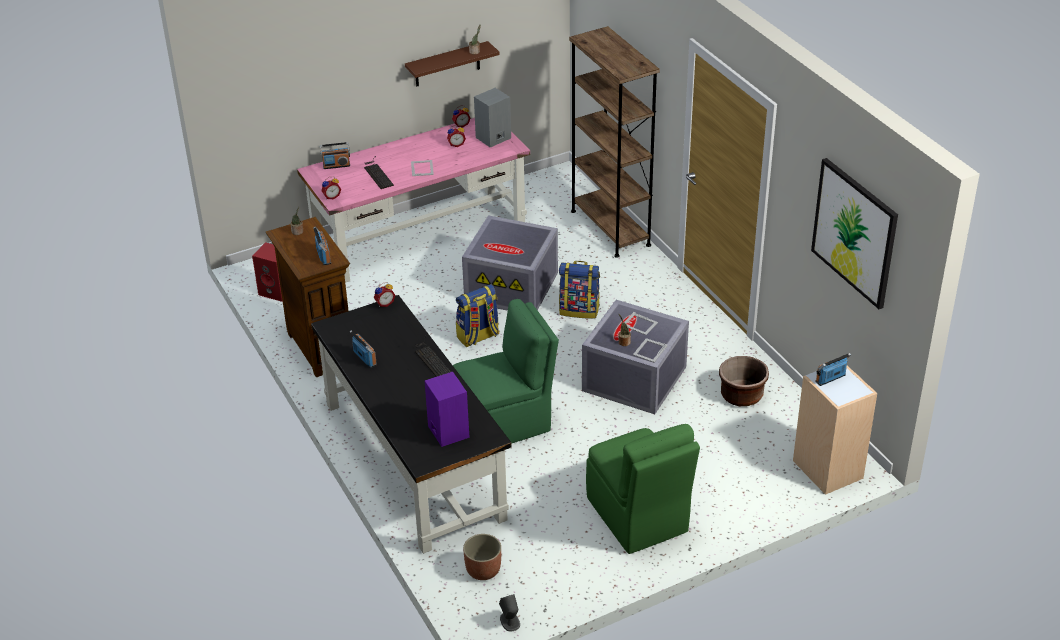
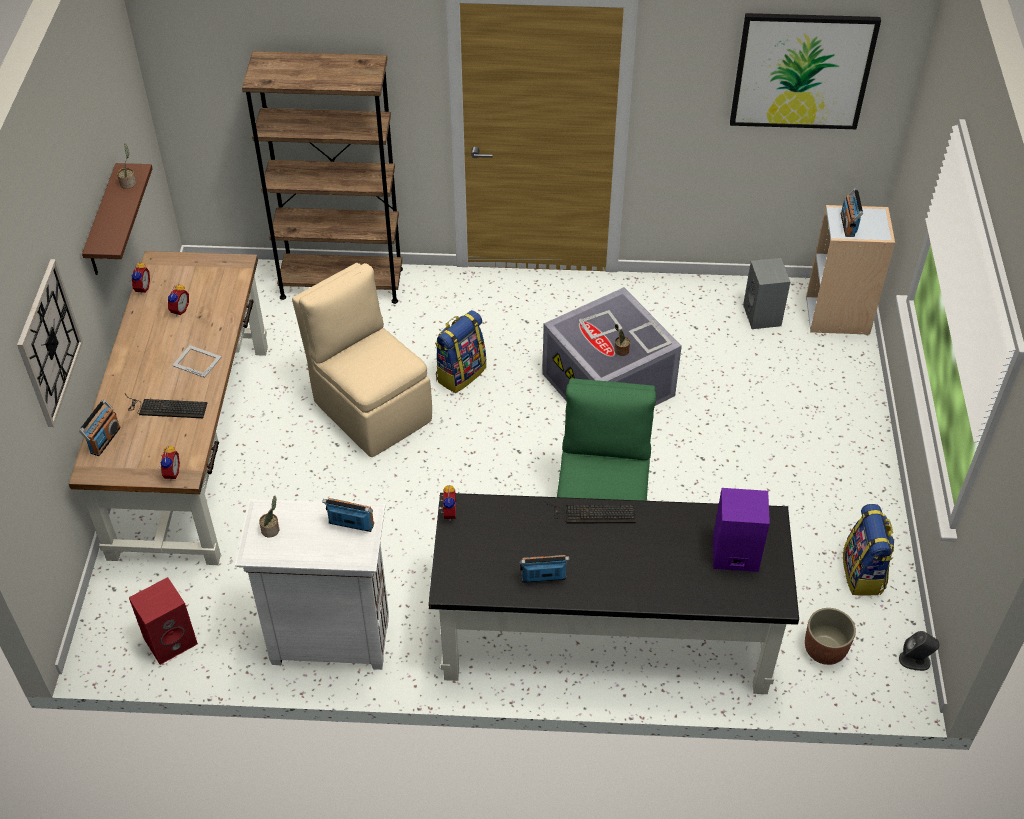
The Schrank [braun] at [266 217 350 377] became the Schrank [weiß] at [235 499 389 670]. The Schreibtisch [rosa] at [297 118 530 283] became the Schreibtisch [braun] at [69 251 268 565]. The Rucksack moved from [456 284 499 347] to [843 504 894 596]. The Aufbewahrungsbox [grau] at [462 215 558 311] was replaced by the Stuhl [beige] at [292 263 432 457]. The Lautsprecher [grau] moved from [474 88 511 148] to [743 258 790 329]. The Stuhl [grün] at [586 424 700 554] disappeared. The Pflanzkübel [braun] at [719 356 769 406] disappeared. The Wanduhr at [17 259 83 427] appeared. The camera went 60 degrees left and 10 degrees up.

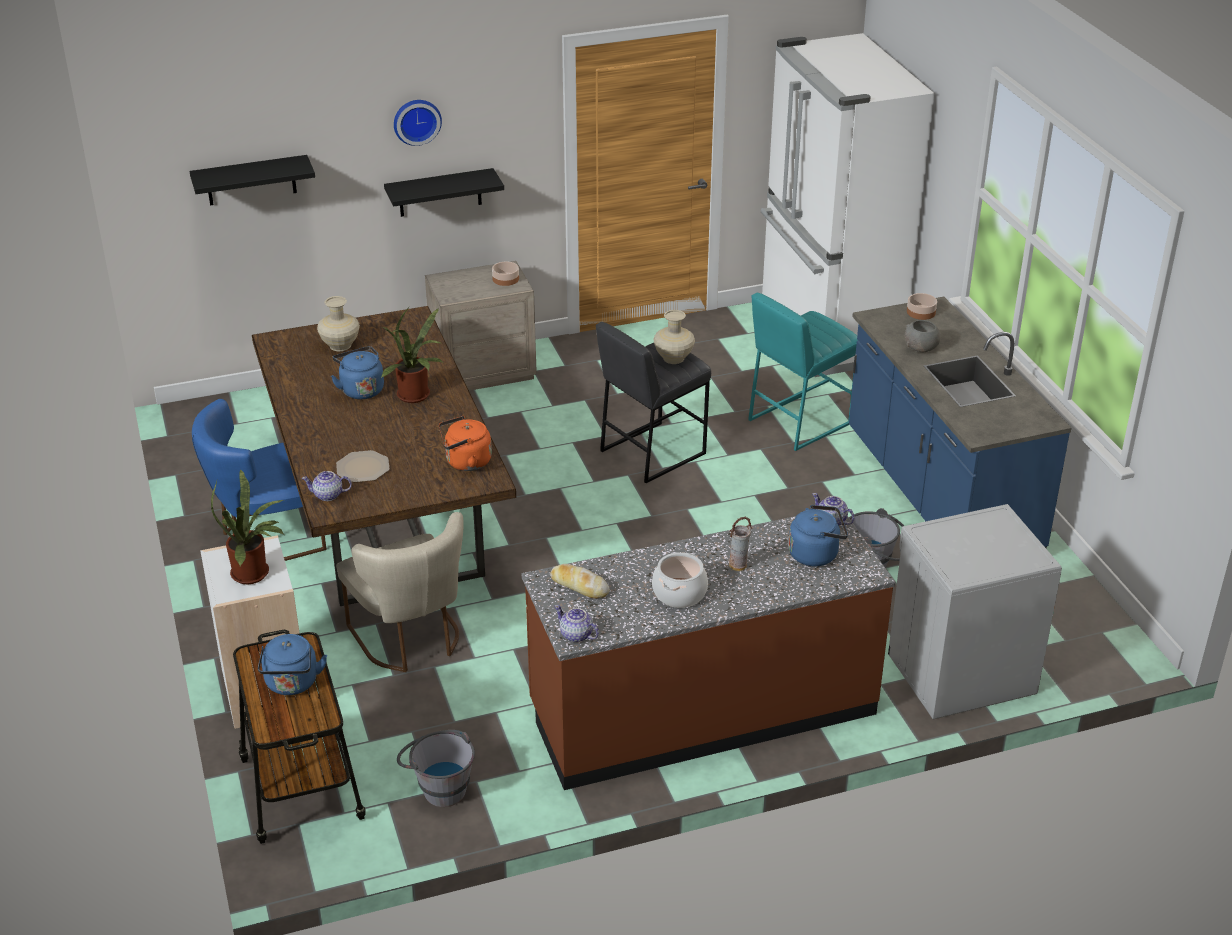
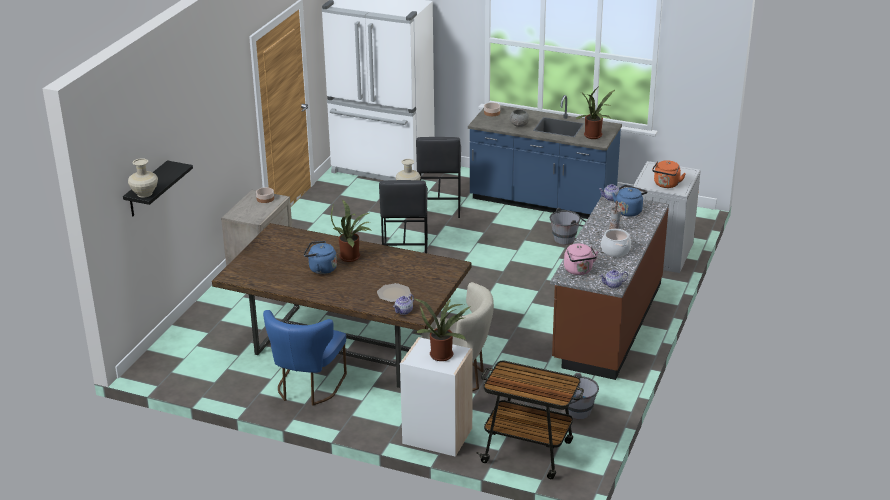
The Wasserkessel [blau] at [258 634 327 695] disappeared. The Vase [beige] moved from [317 296 360 351] to [128 158 158 197]. The Wandregal [schwarz] at [384 168 504 217] disappeared. The Wanduhr at [394 100 442 146] disappeared. The Wasserkessel [orange] moved from [439 416 492 471] to [652 160 686 188]. The Brot at [550 564 610 599] was replaced by the Wasserkessel [rosa] at [564 243 598 275]. The Hocker [türkis] at [748 293 858 451] became the Hocker [grau] at [416 137 461 218]. The Topfpflanze at [575 86 615 139] appeared. The camera went 50 degrees left and 5 degrees down.

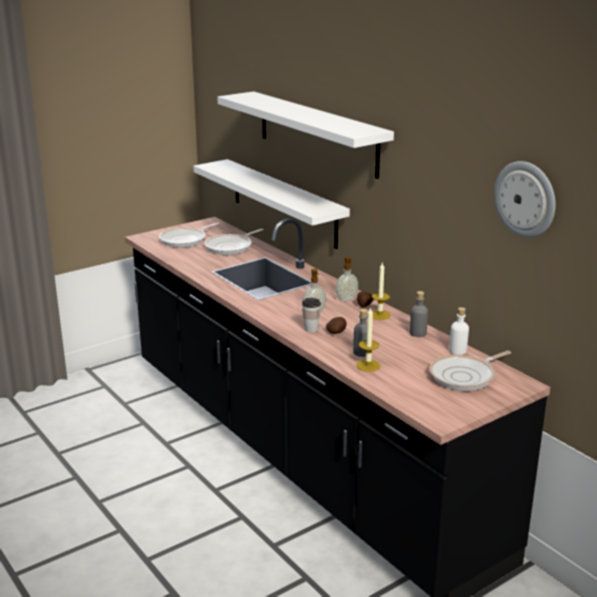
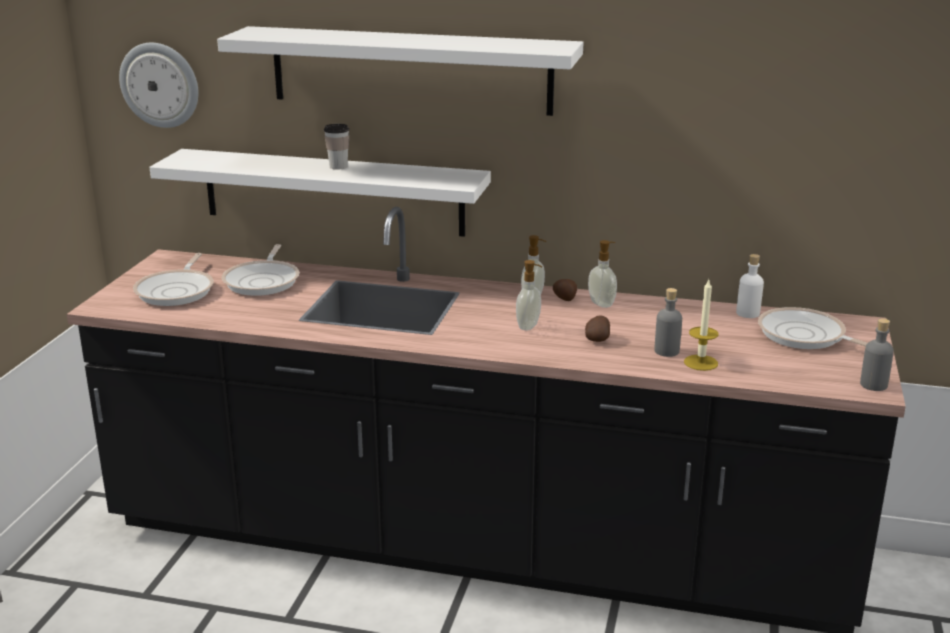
The Tasse moved from [302 298 321 332] to [324 124 349 170]. The Kerze at [372 263 391 320] was replaced by the Seifenspender at [588 240 617 308]. The Flasche [grau] moved from [410 291 428 337] to [860 318 894 391]. The Pfanne at [429 350 511 391] turned 120 degrees clockwise. The Wanduhr moved from [494 161 556 238] to [119 43 199 128]. The camera went 40 degrees left and 0 degrees up.

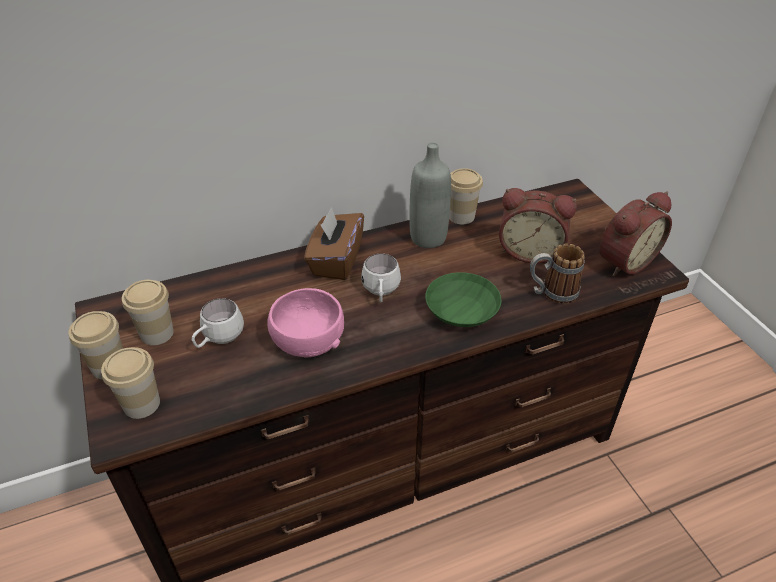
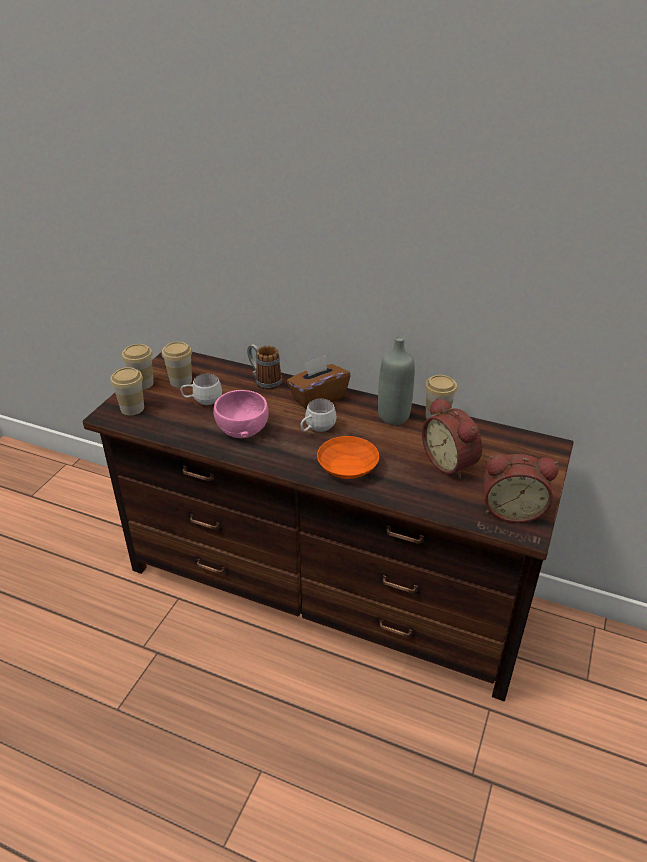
The Schüssel [grün] at [425 272 502 327] became the Schüssel [orange] at [317 436 379 479]. The Henkelbecher moved from [530 244 585 304] to [247 344 282 390]. The camera went 45 degrees right and 5 degrees down.

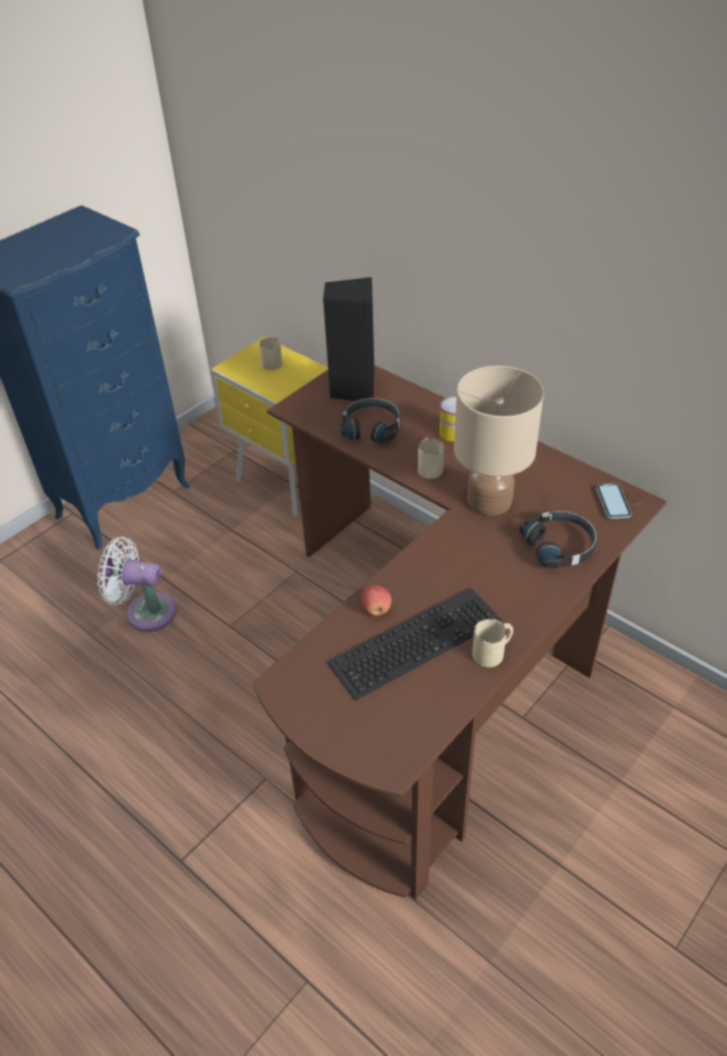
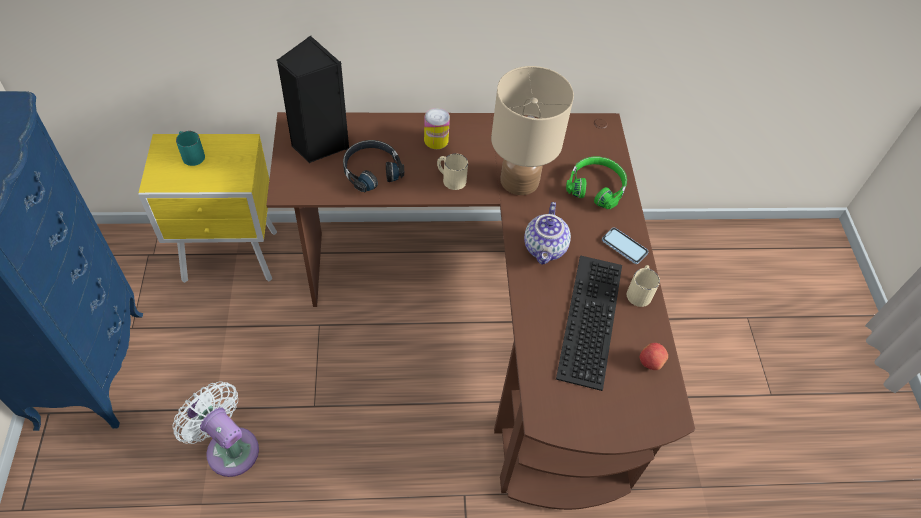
The Ventilator [weiß] at [97 537 177 632] turned 75 degrees clockwise. The Henkelbecher [beige] at [259 337 283 370] became the Henkelbecher [türkis] at [176 131 205 166]. The Apfel moved from [361 585 392 616] to [640 343 668 370]. The Kopfhörer [schwarz] at [520 510 597 568] became the Kopfhörer [grün] at [566 156 627 210]. The Handy moved from [596 483 632 519] to [602 228 648 264]. The Teekanne at [524 202 571 264] appeared. The camera went 50 degrees left and 10 degrees up.

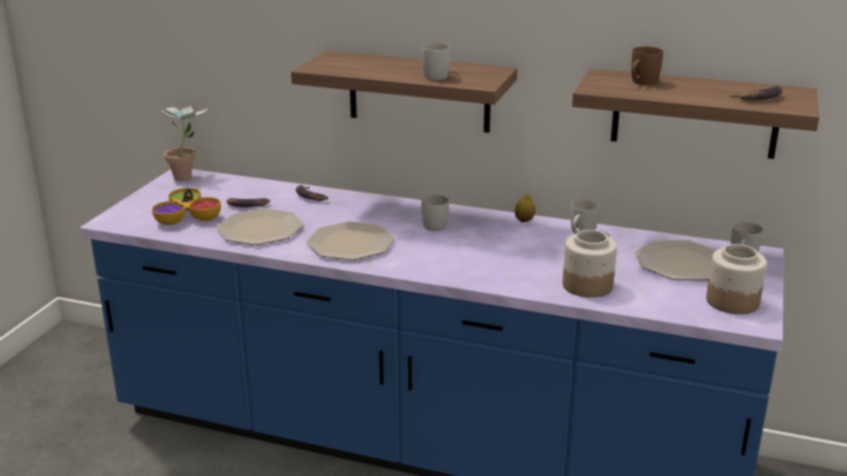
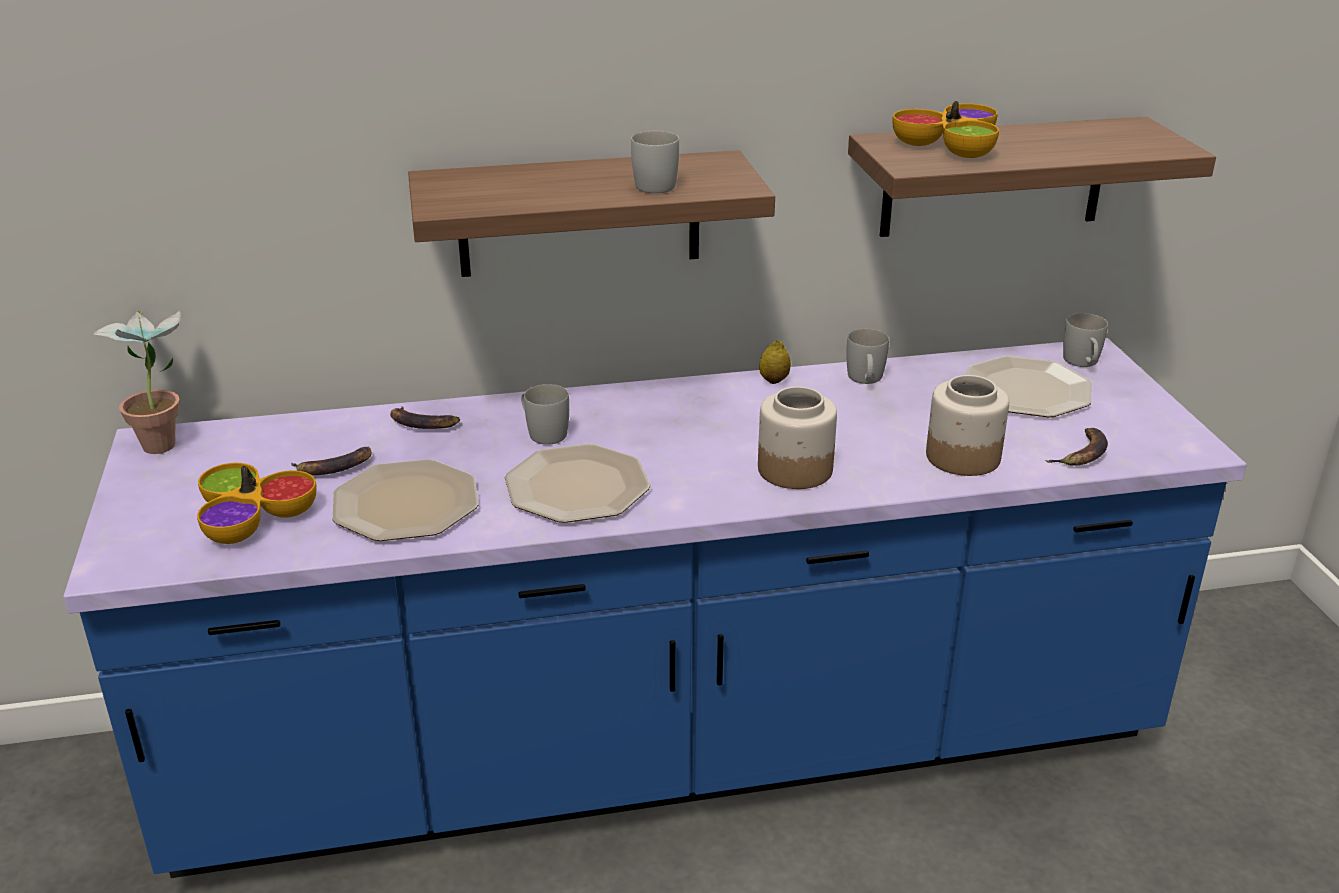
The Henkelbecher [weiß] moved from [421 195 449 231] to [521 384 569 445]. The Henkelbecher [braun] at [631 47 663 85] was replaced by the Schüssel at [892 101 999 158]. The Vorratsglas moved from [706 244 767 314] to [758 386 837 489]. The Banane moved from [728 86 783 100] to [1045 428 1108 466]. The camera went 30 degrees left and 5 degrees up.

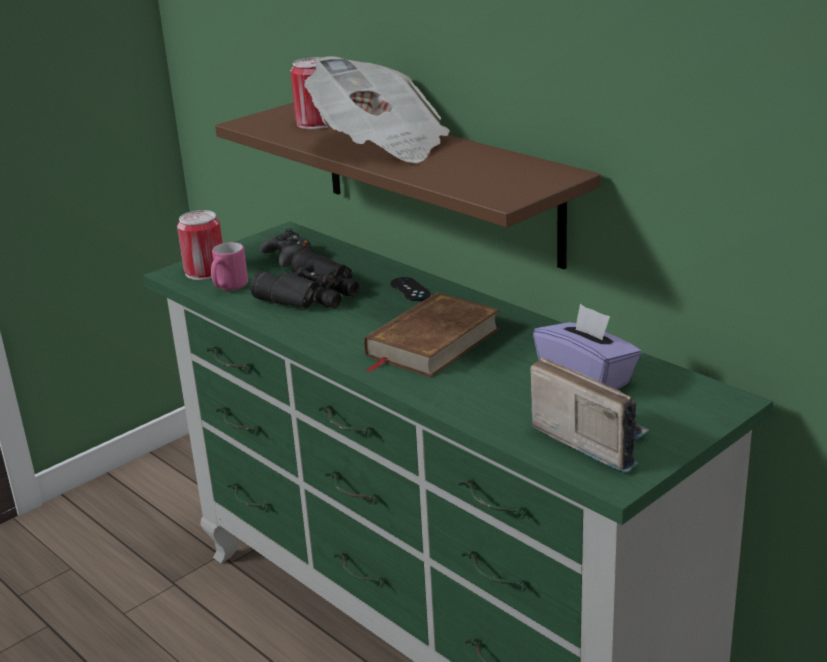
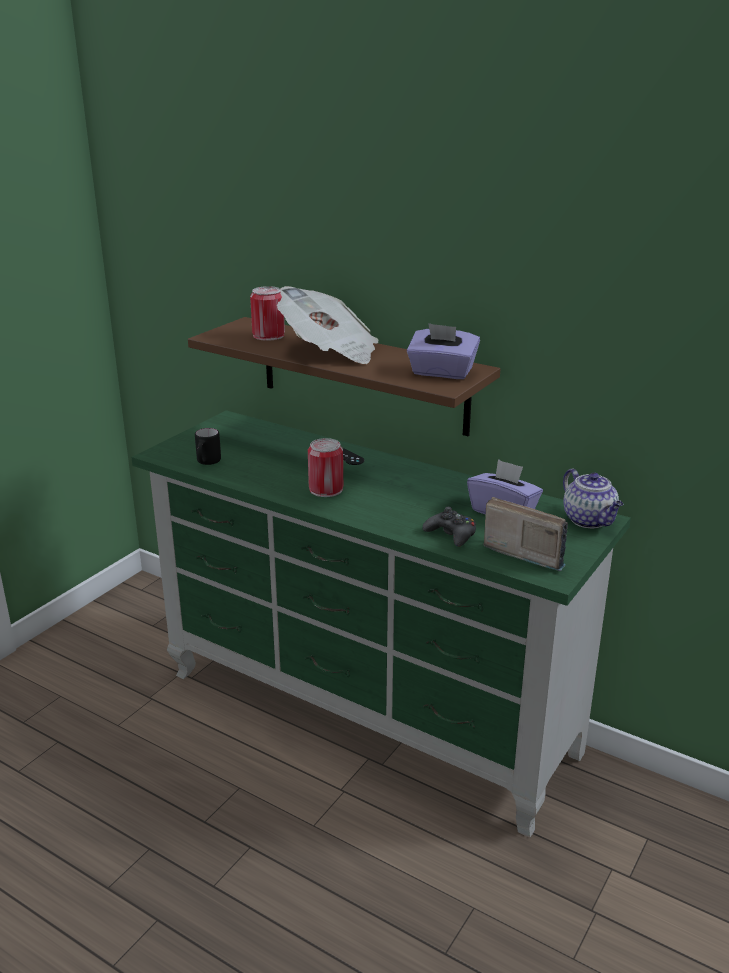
The Dose moved from [177 210 222 280] to [308 438 343 497]. The Henkelbecher [rosa] at [211 242 248 290] became the Henkelbecher [schwarz] at [195 428 221 465]. The Fernglas [schwarz] at [250 248 359 309] disappeared. The Gamepad [schwarz] moved from [260 228 311 267] to [422 507 476 547]. The Buch [braun] at [364 292 500 378] disappeared. The Taschentuchbox [lila] at [407 323 480 379] appeared. The Teekanne at [563 469 623 528] appeared. The camera went 15 degrees left and 0 degrees up.

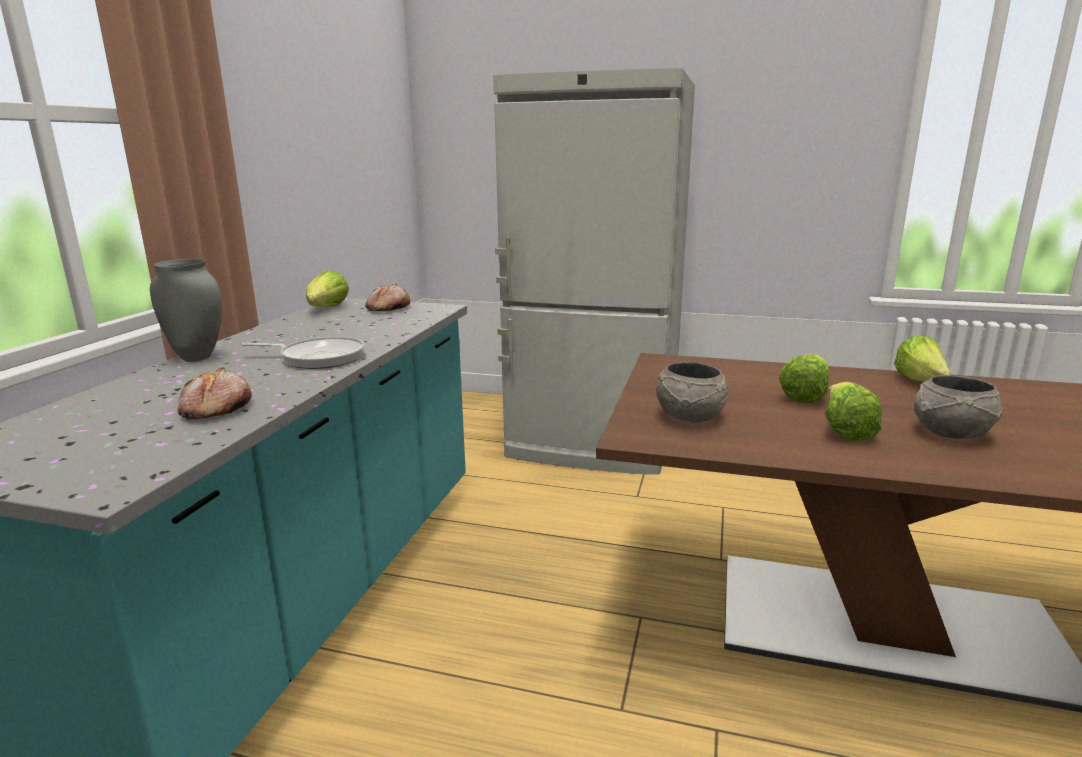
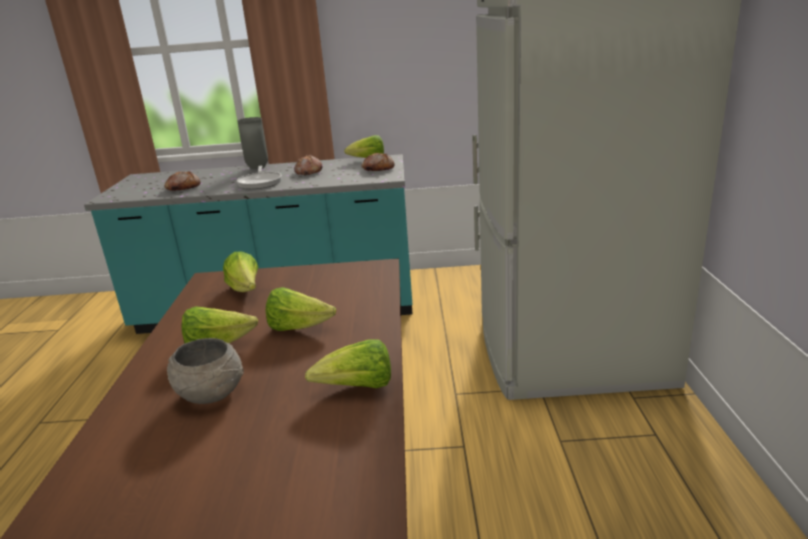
The Schüssel [grau] at [656 362 728 422] was replaced by the Salatkopf at [223 252 258 292]. The Brot at [294 155 322 175] appeared. The camera went 75 degrees right and 5 degrees up.

